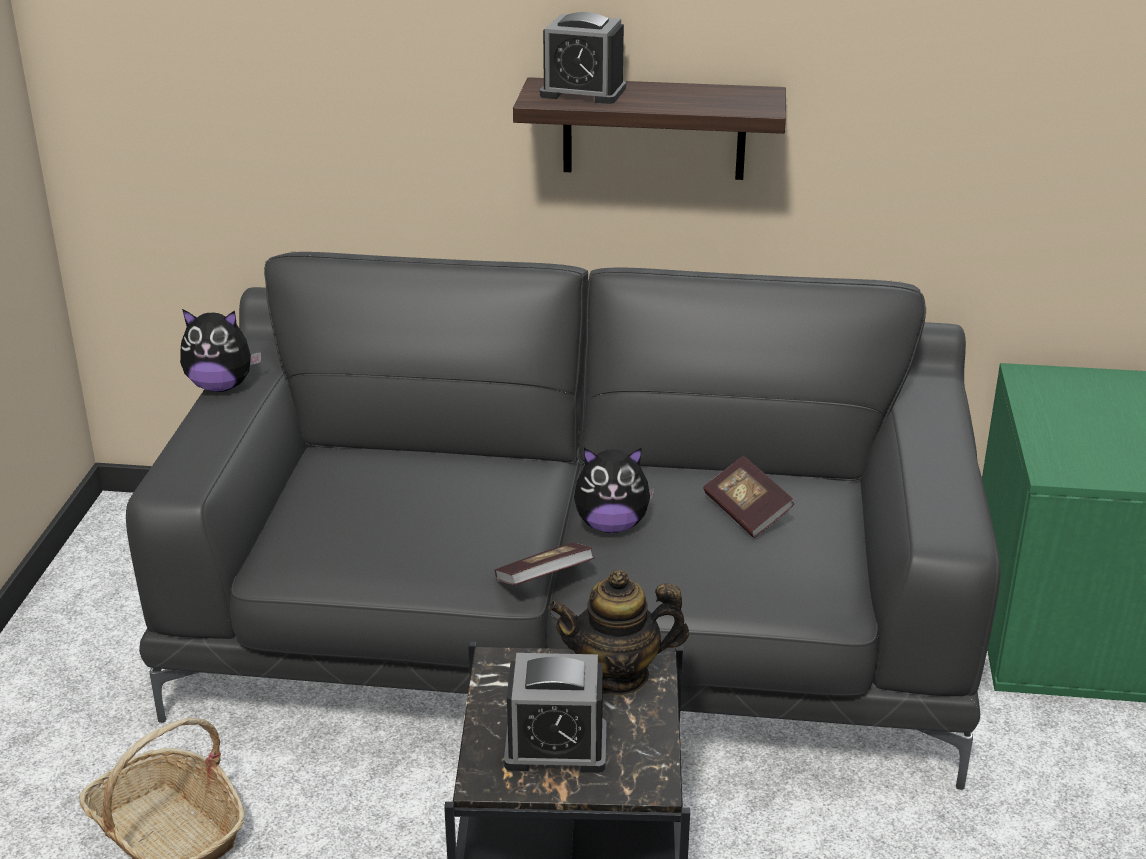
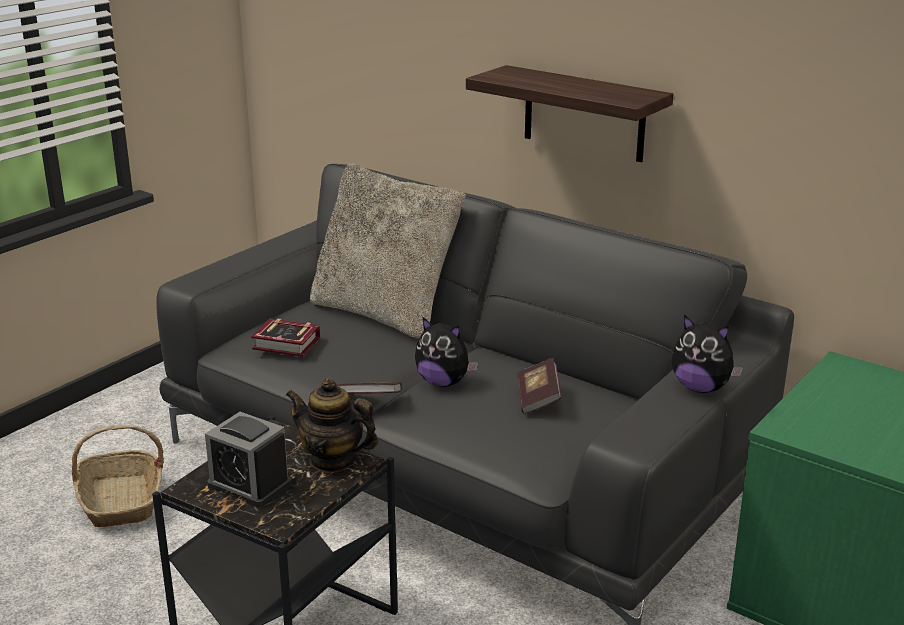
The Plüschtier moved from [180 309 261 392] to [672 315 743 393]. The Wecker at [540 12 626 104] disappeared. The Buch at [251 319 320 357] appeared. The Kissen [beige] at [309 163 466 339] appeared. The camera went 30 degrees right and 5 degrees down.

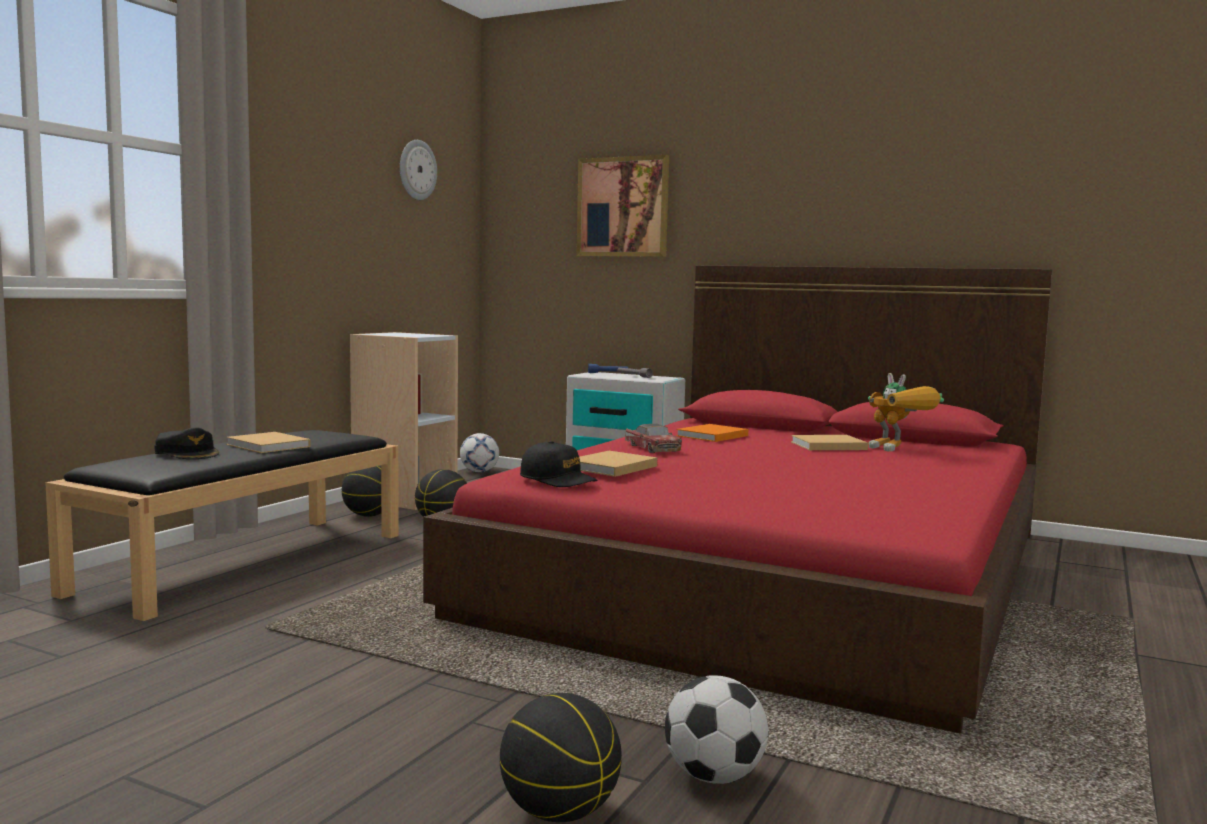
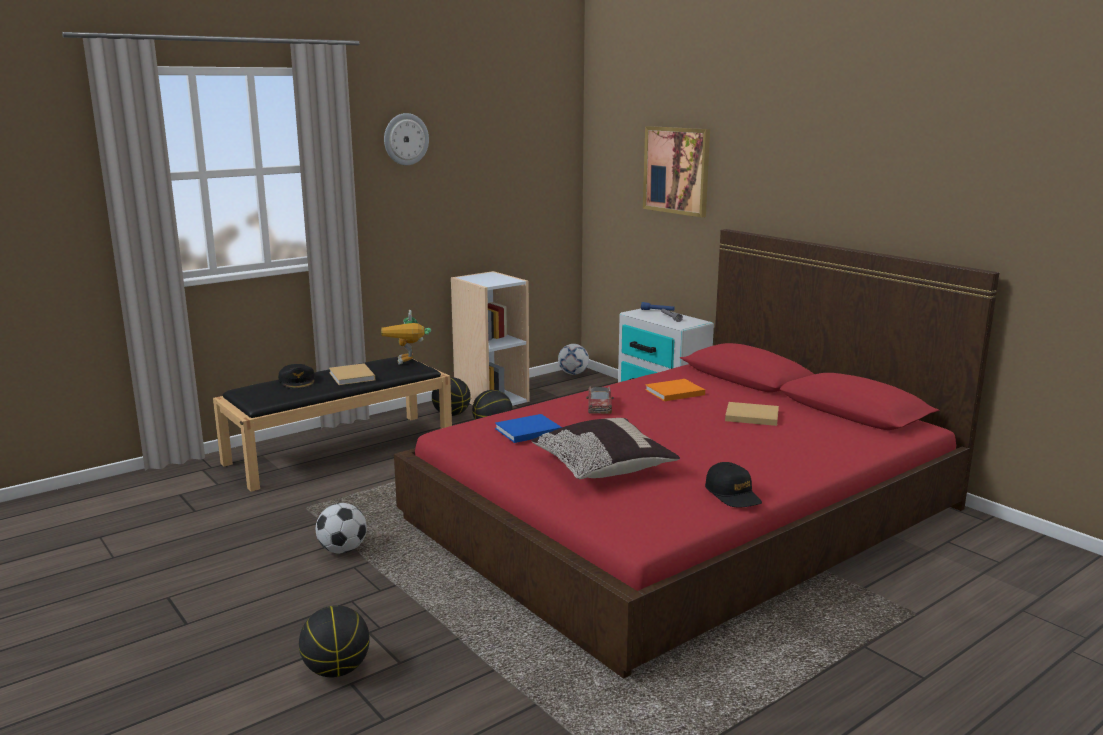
The Wanduhr moved from [400 140 437 200] to [384 113 429 165]. The Kappe [schwarz] moved from [520 441 598 487] to [705 462 762 507]. The Buch [beige] at [579 451 657 477] became the Buch [blau] at [495 414 562 443]. The Fußball moved from [665 675 768 784] to [316 503 367 554]. The Spielzeugroboter moved from [868 373 944 452] to [381 310 431 364]. The Kissen at [532 418 680 479] appeared. The camera went 25 degrees right and 10 degrees up.

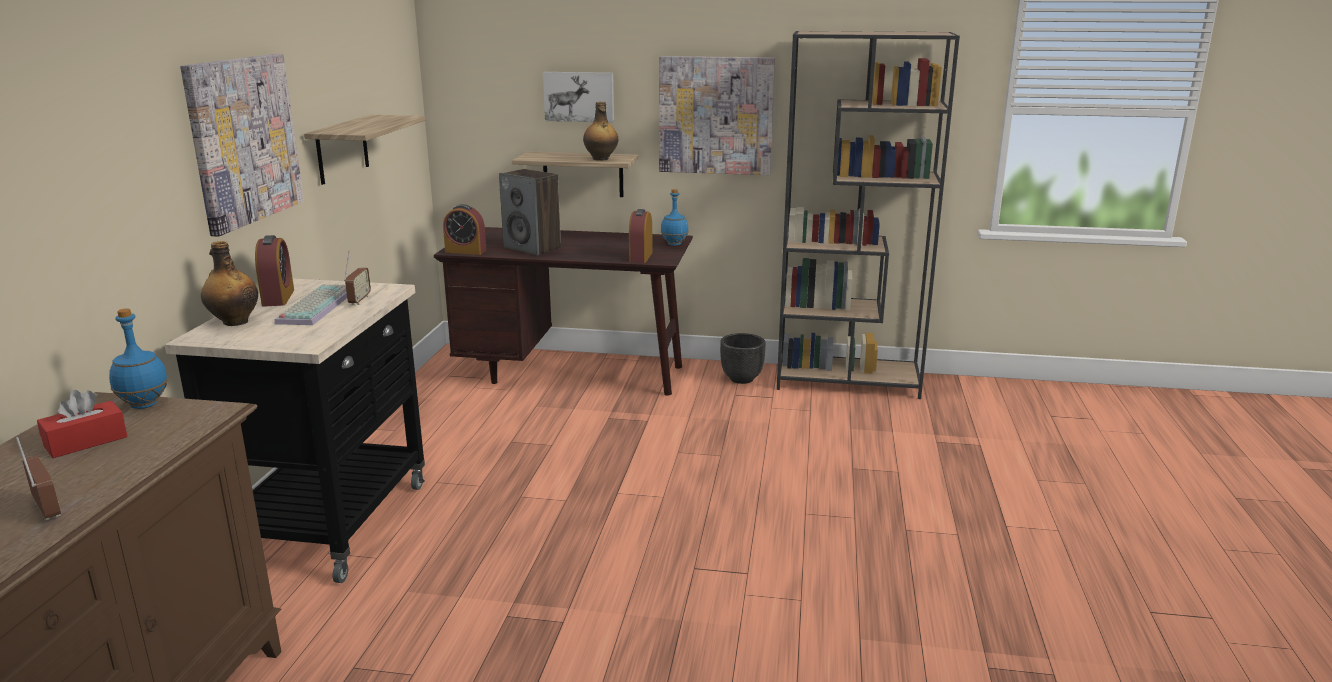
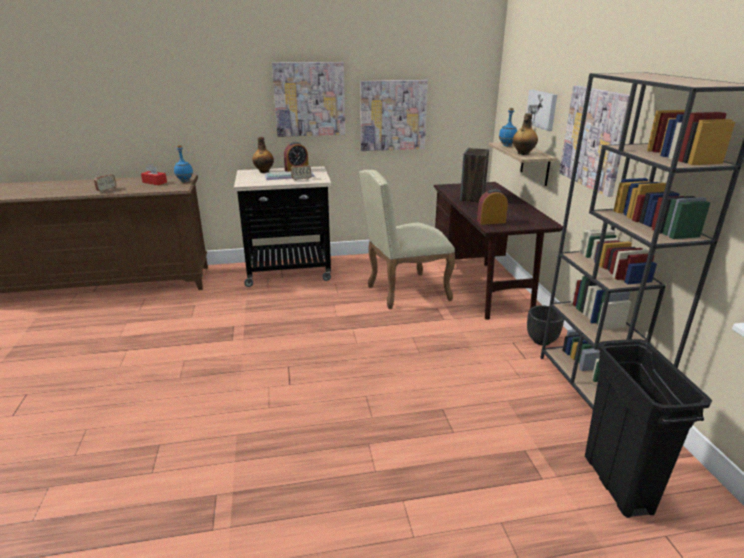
The Wandregal at [304 115 425 185] was replaced by the Bild at [360 80 428 151]. The Wecker at [443 204 486 255] disappeared. The Flasche [blau] moved from [661 189 689 246] to [499 108 517 146]. The Stuhl [beige] at [359 170 455 309] appeared. The Mülleimer [schwarz] at [585 339 712 518] appeared. The camera went 70 degrees right and 5 degrees up.

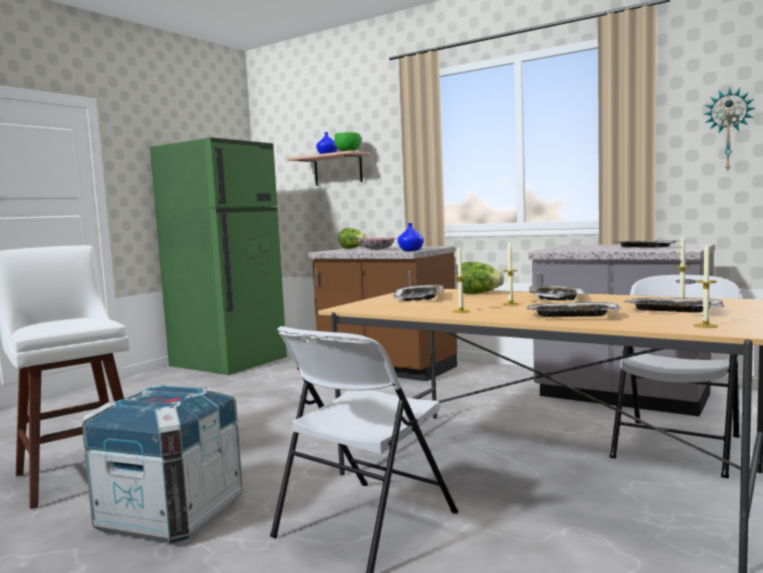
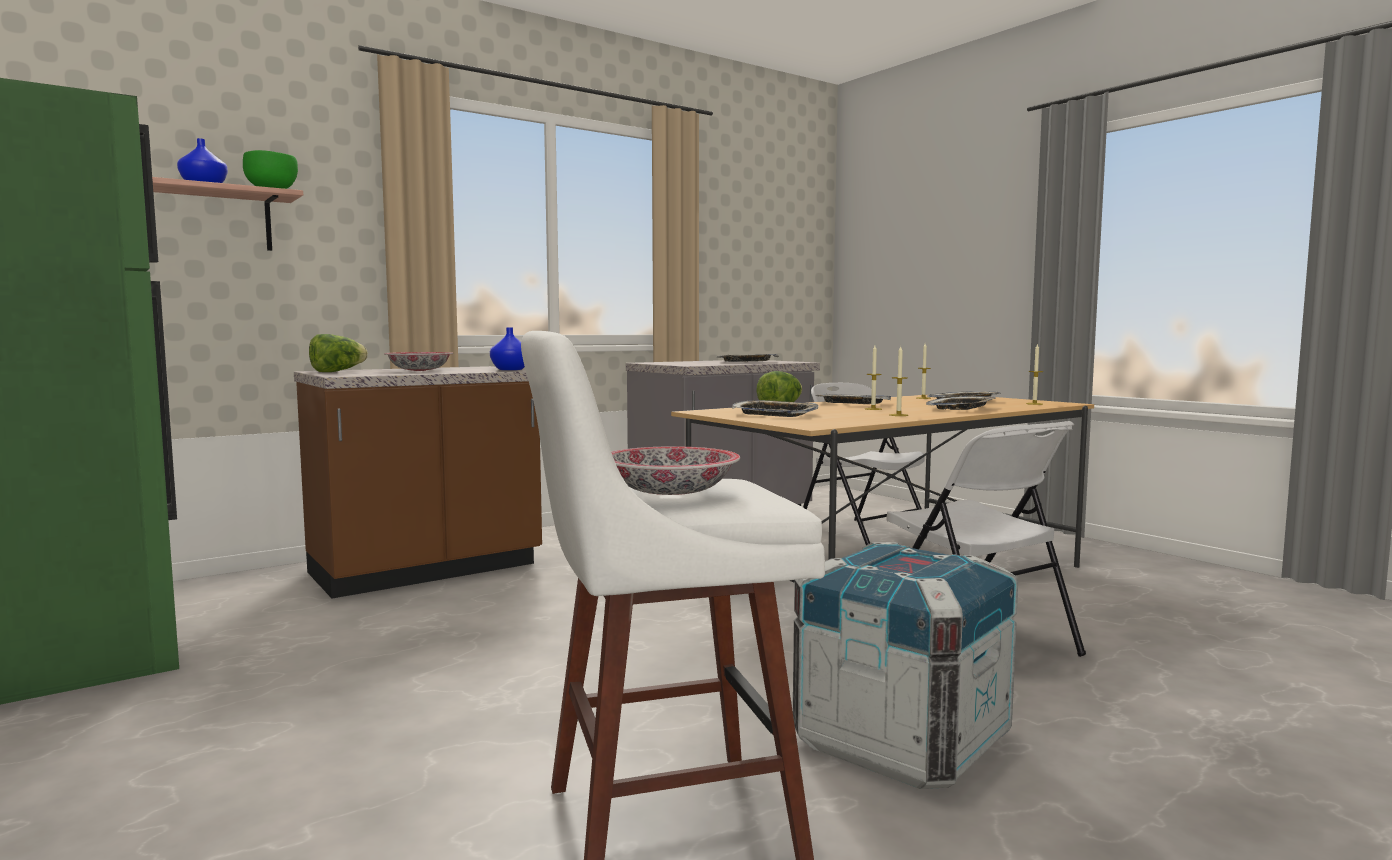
The Wanduhr at [704 88 756 171] disappeared. The Schüssel at [611 446 740 495] appeared. The camera went 70 degrees left and 0 degrees up.

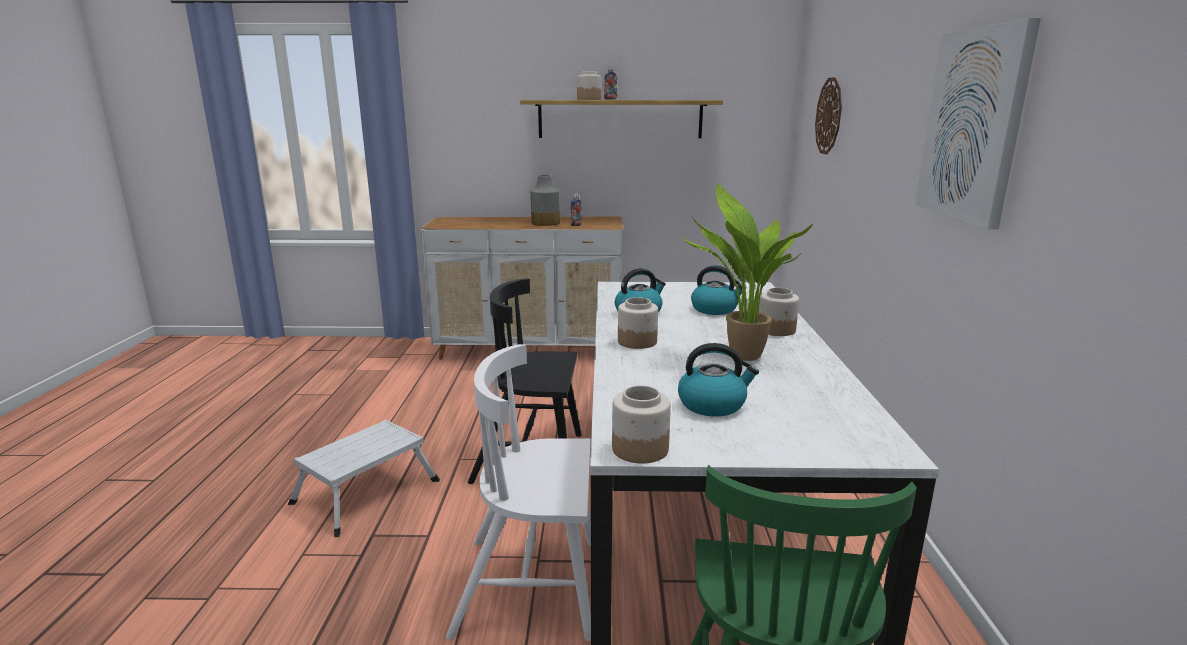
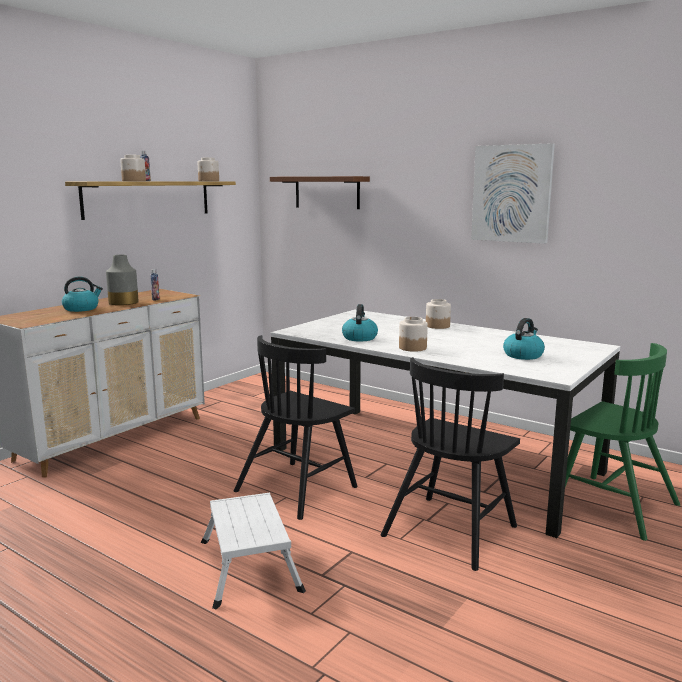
The Stuhl [weiß] at [446 344 591 641] became the Stuhl [schwarz] at [381 357 520 571]. The Vorratsglas moved from [612 385 671 464] to [197 158 219 181]. The Topfpflanze at [681 184 813 361] disappeared. The Wasserkessel moved from [691 265 746 315] to [62 276 103 312]. The Wanduhr at [815 77 842 154] was replaced by the Wandregal [braun] at [270 176 370 209]. The camera went 55 degrees left and 5 degrees down.

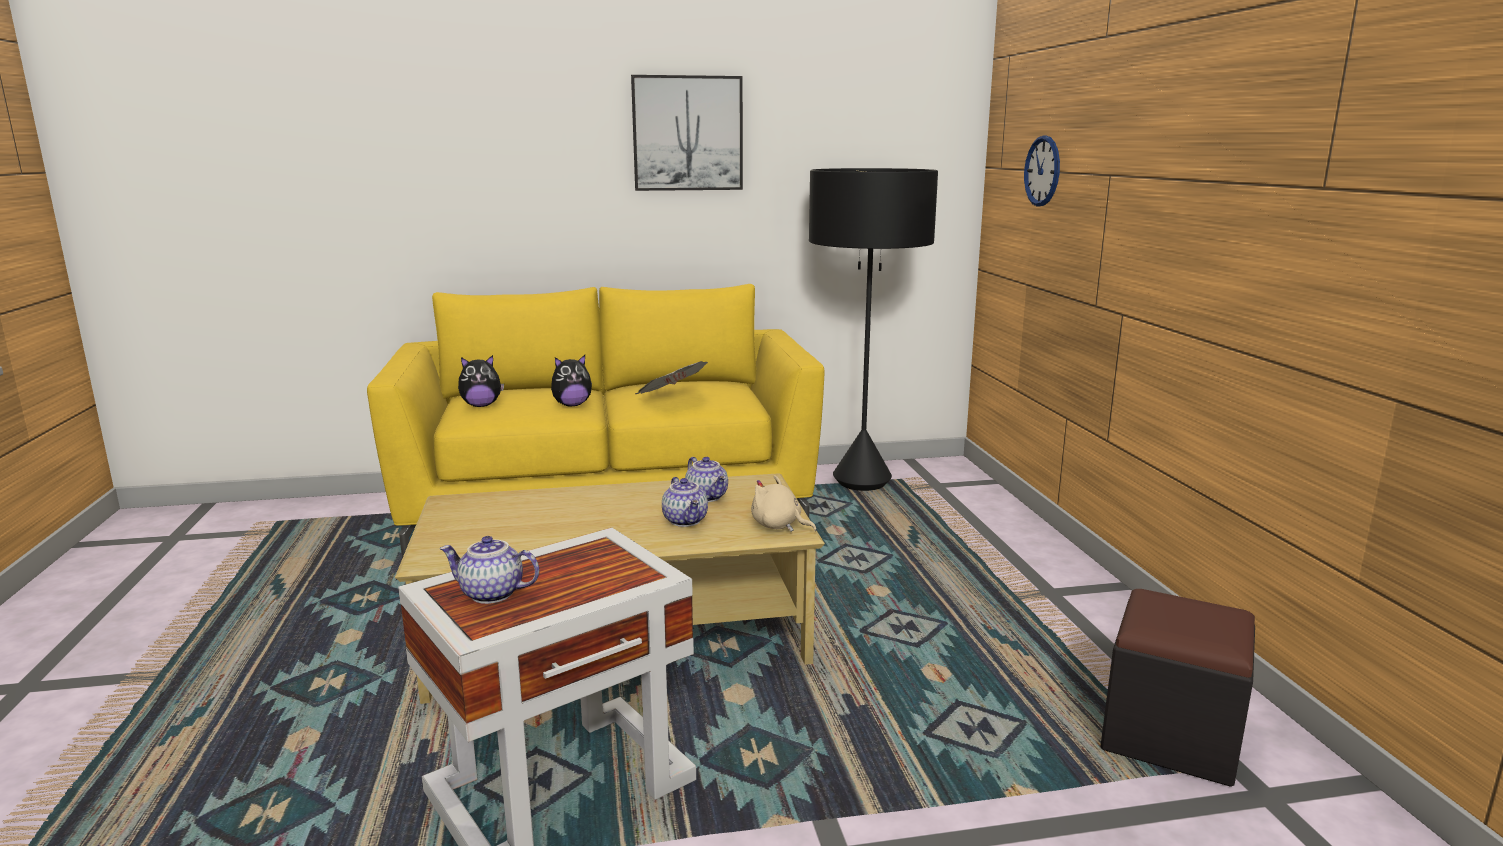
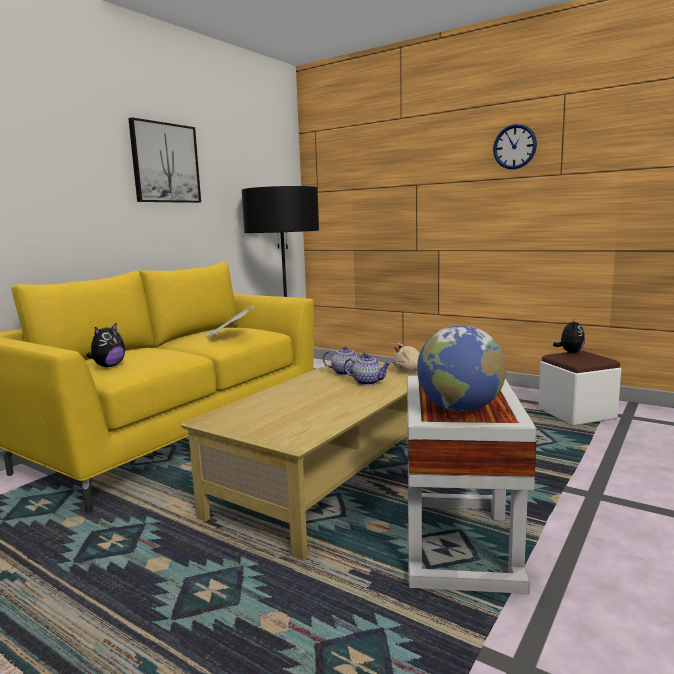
The Teekanne at [440 536 539 604] was replaced by the Globus at [417 325 506 412]. The Plüschtier moved from [551 355 592 406] to [553 320 585 353]. The Wanduhr moved from [1024 135 1060 207] to [493 124 537 169]. The Polsterhocker [schwarz] at [1100 589 1255 787] became the Polsterhocker [weiß] at [538 351 621 426]. The camera went 45 degrees left and 5 degrees down.

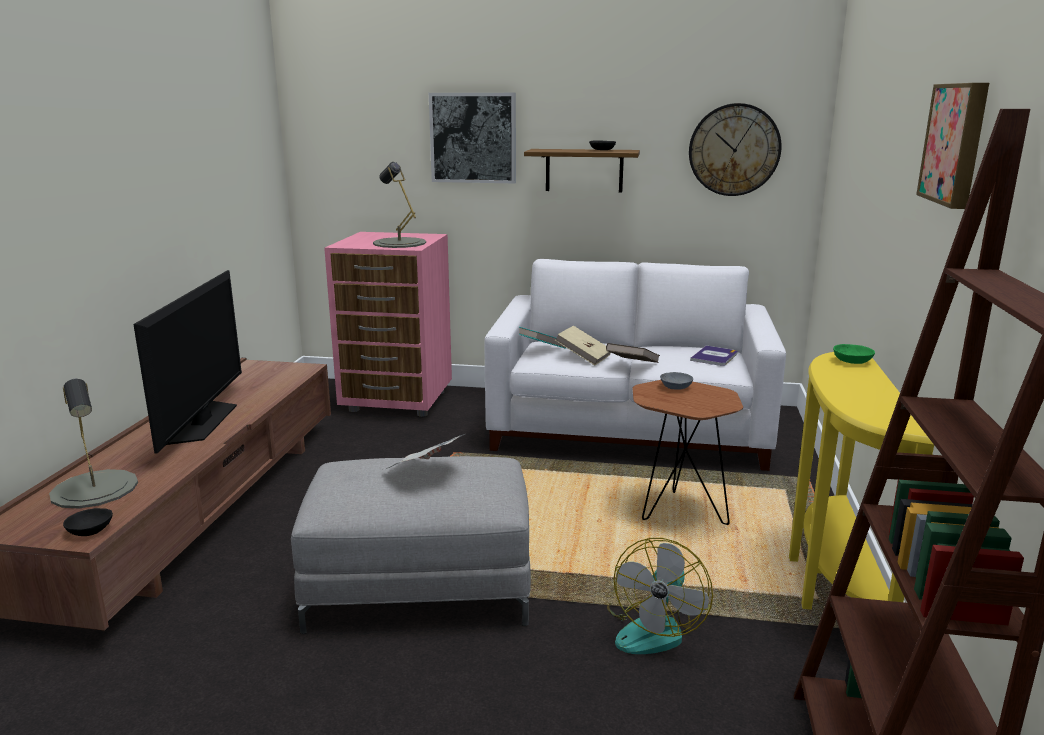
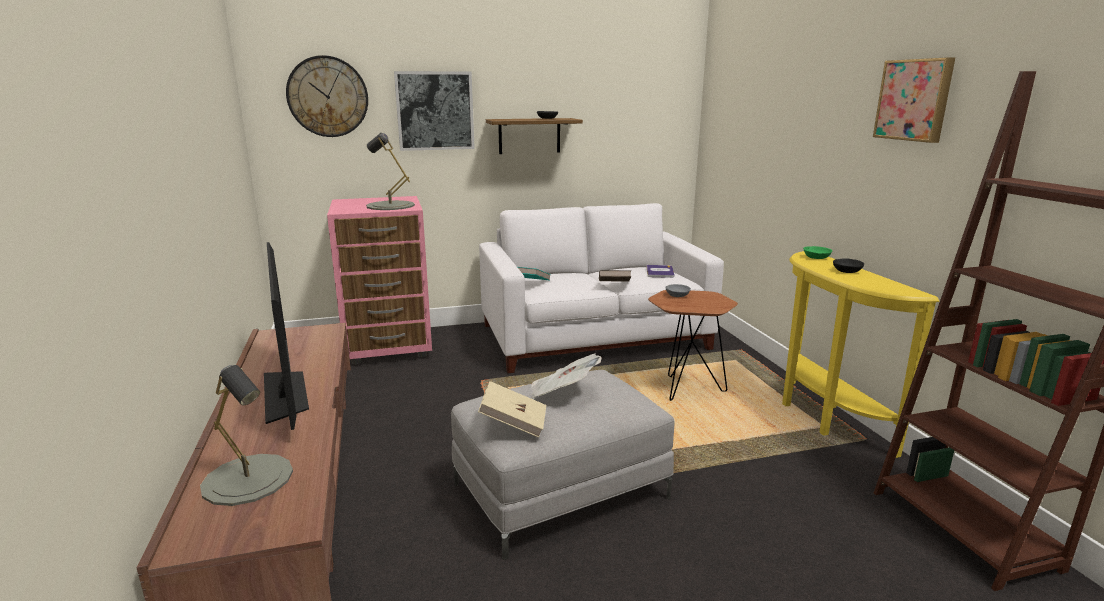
The Schüssel [schwarz] moved from [63 508 113 536] to [833 259 864 273]. The Buch [beige] moved from [555 326 611 366] to [478 381 546 438]. The Ventilator at [607 538 713 654] disappeared. The Wanduhr moved from [689 103 782 196] to [286 55 368 137]. The camera went 25 degrees left and 0 degrees up.

